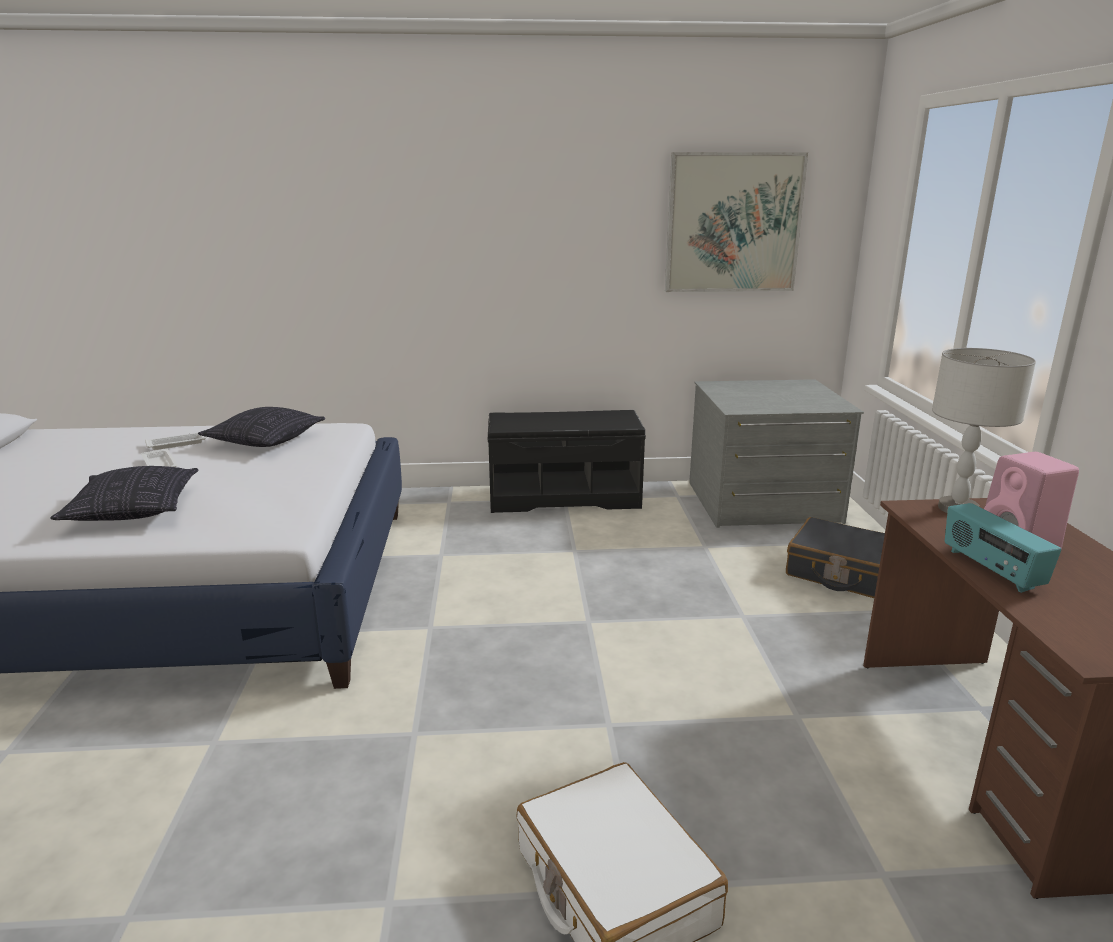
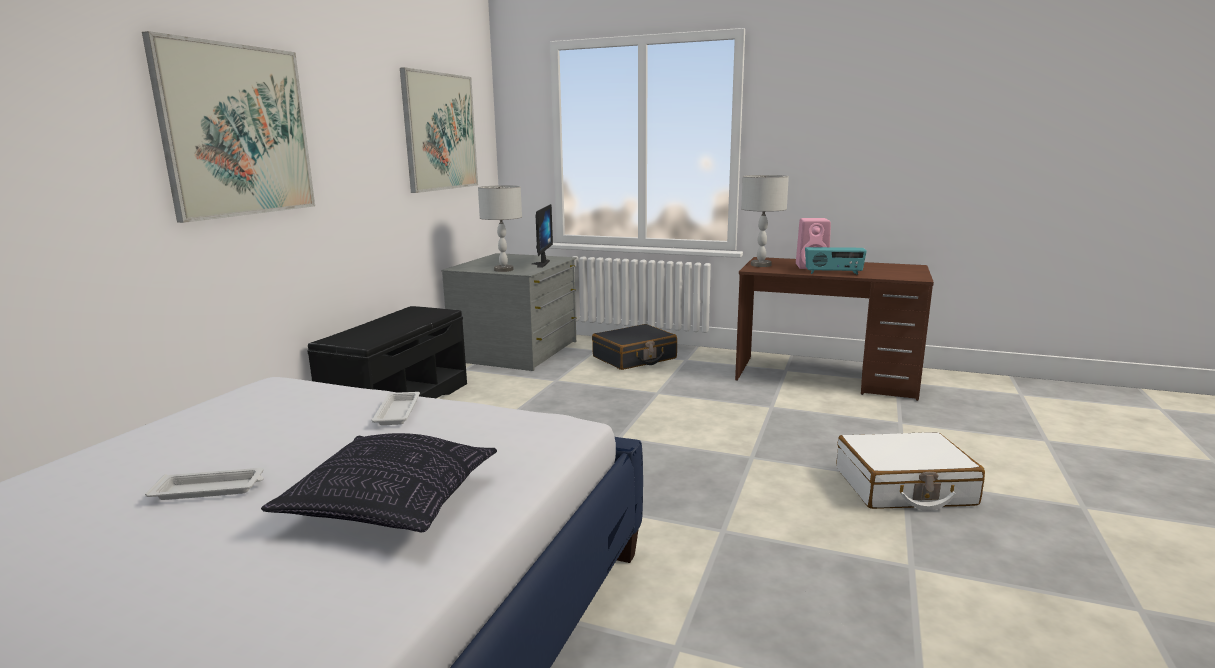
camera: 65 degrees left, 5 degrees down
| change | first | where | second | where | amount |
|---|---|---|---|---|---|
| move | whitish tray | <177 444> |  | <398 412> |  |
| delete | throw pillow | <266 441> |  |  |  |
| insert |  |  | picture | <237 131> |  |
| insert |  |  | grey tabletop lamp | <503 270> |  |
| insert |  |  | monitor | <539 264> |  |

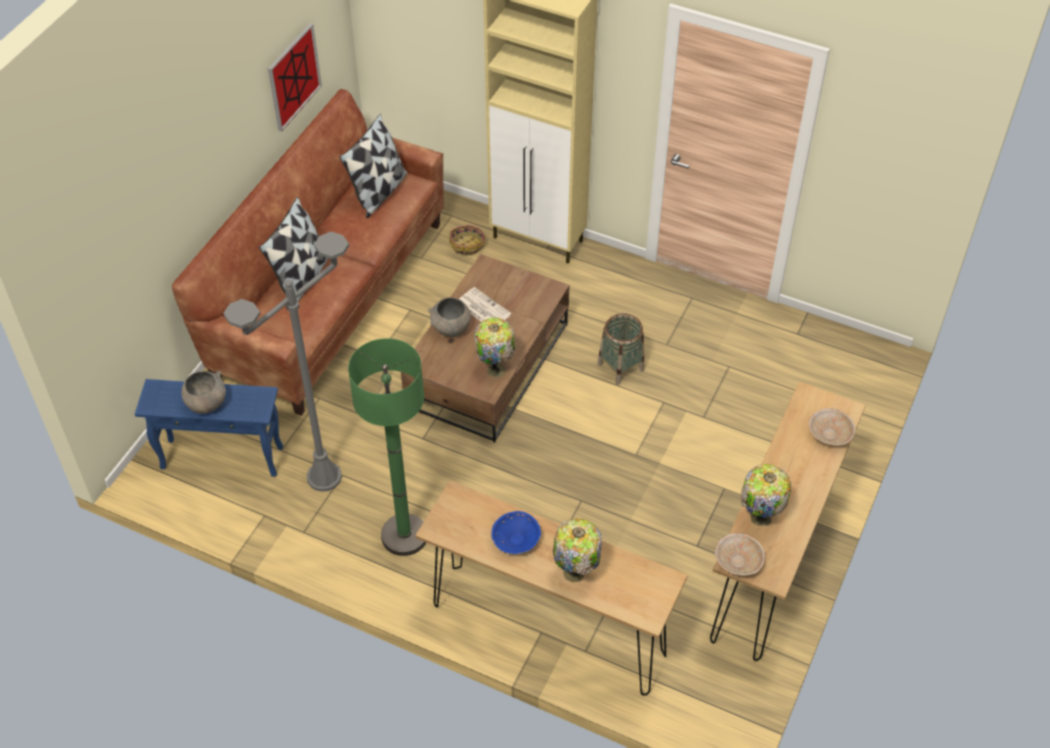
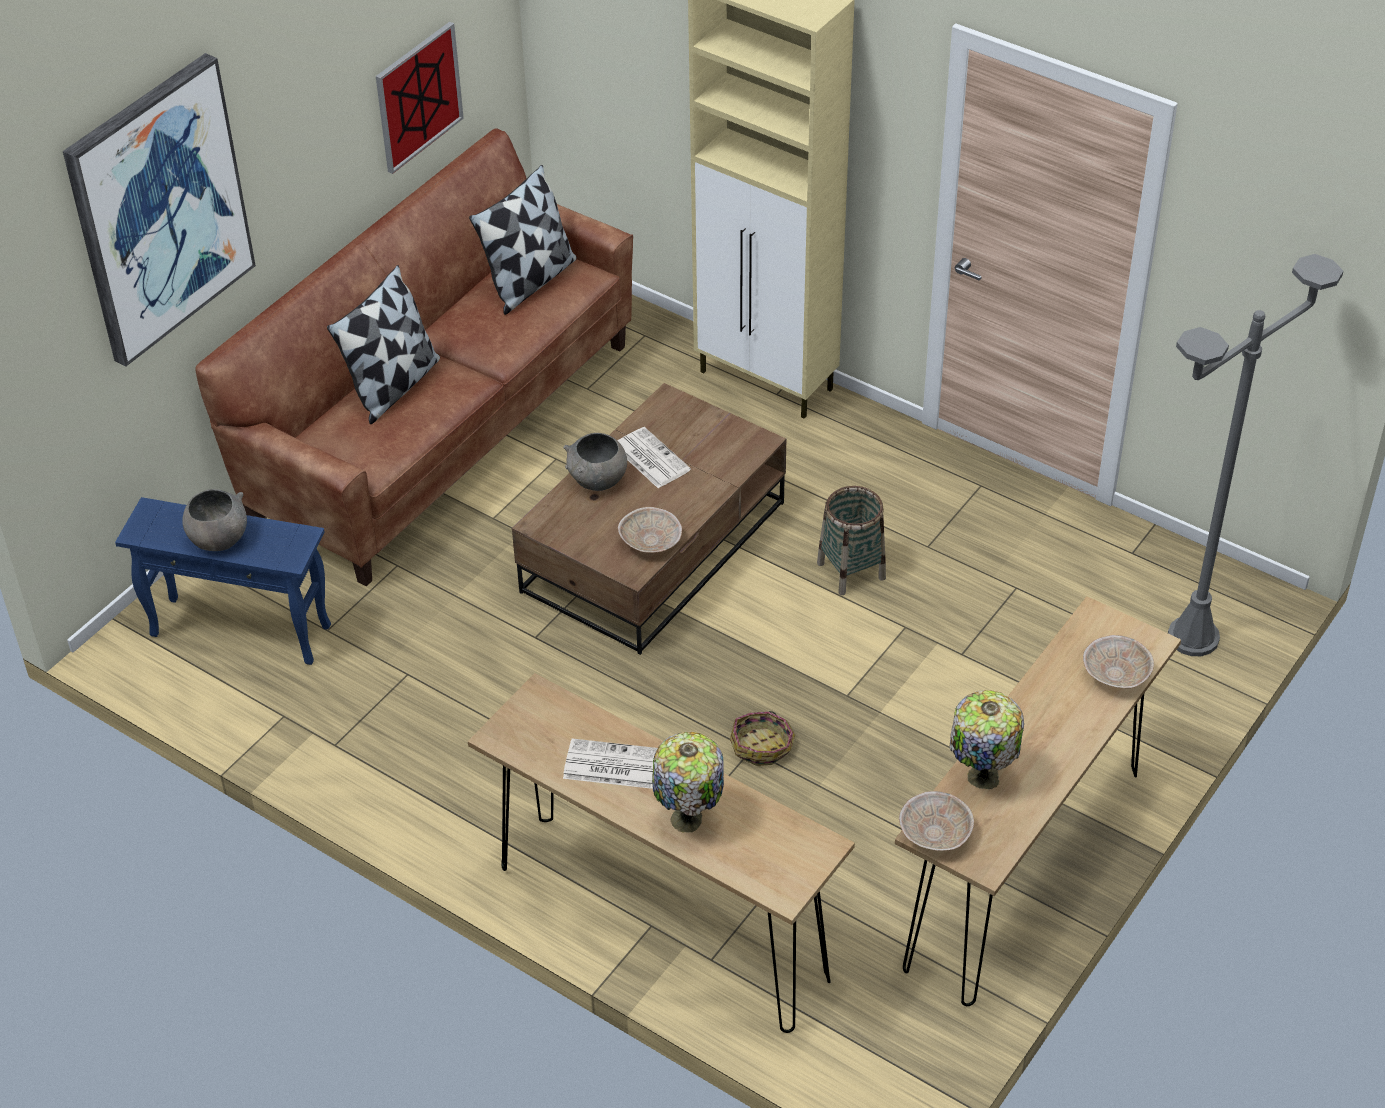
camera: 10 degrees right, 5 degrees down
| change | first | where | second | where | amount |
|---|---|---|---|---|---|
| move | grey standing lamp | <324 477> |  | <1193 637> |  |
| delete | green standing lamp | <404 535> |  |  |  |
| move | household basket | <467 244> |  | <762 745> |  |
| replace | tabletop lamp | <496 368> | sand-coloured bowl | <651 542> |  |
| replace | bluish bowl | <515 540> | daily paper | <611 765> |  |
| insert |  |  | picture | <159 209> |  |

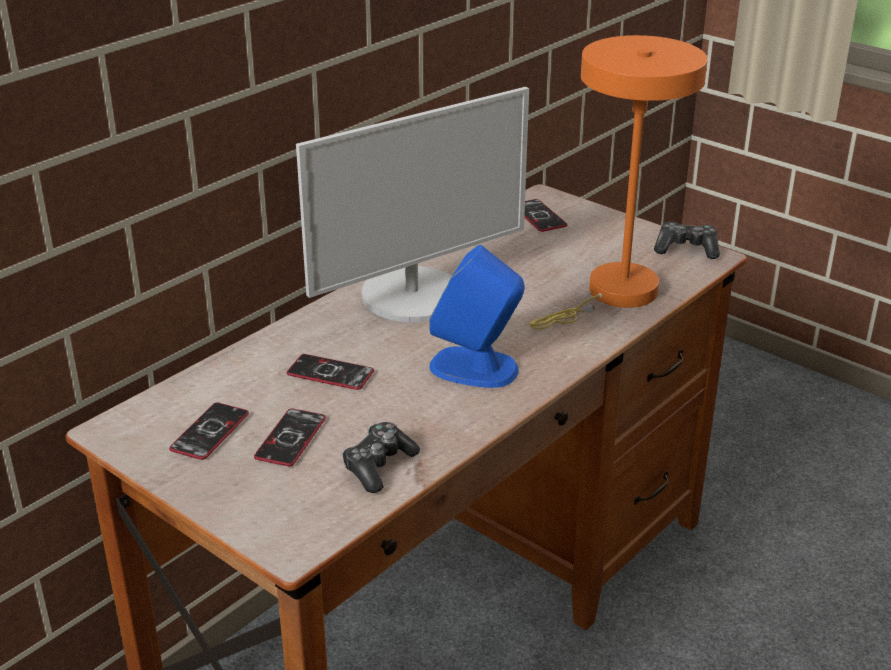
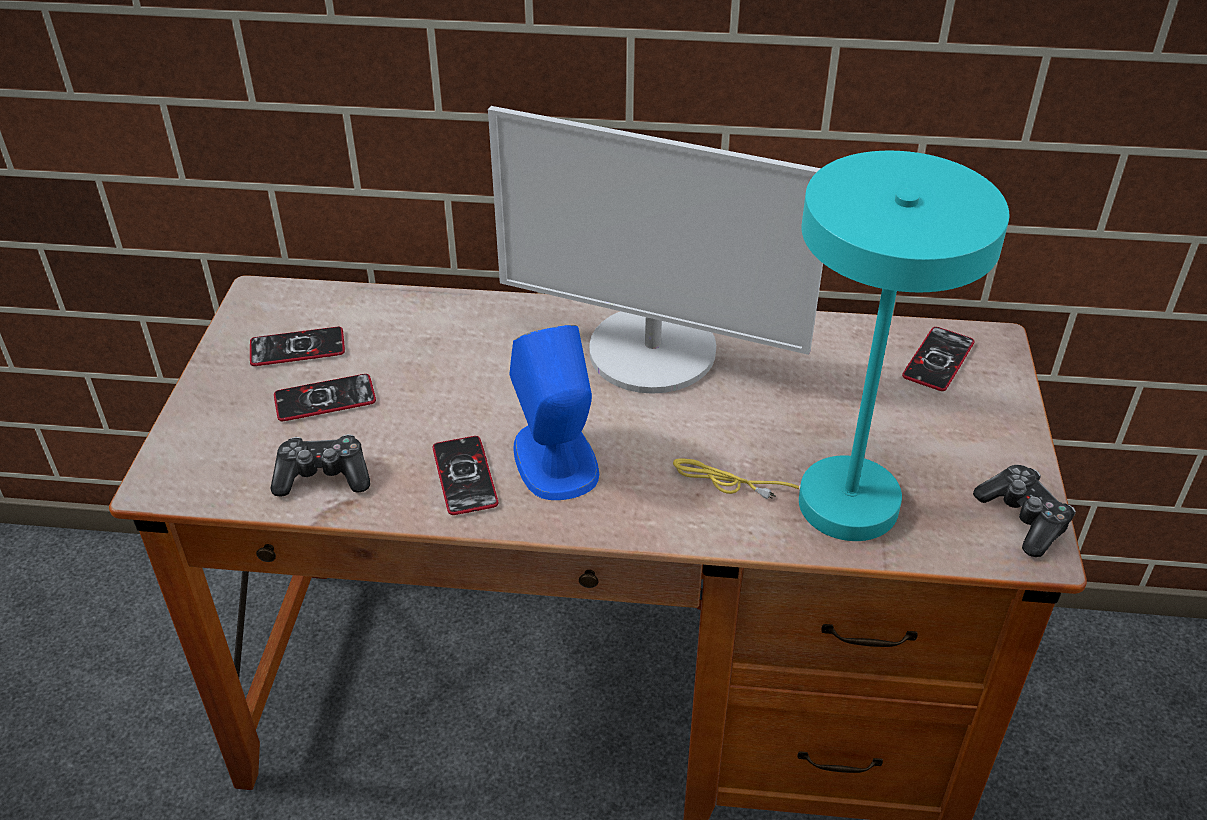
camera: 55 degrees right, 10 degrees up
| change | first | where | second | where | amount |
|---|---|---|---|---|---|
| move | phone | <330 373> |  | <465 476> |  |
| recolor | orangey tabletop lamp | <614 295> | blue-green tabletop lamp | <827 501> |  |

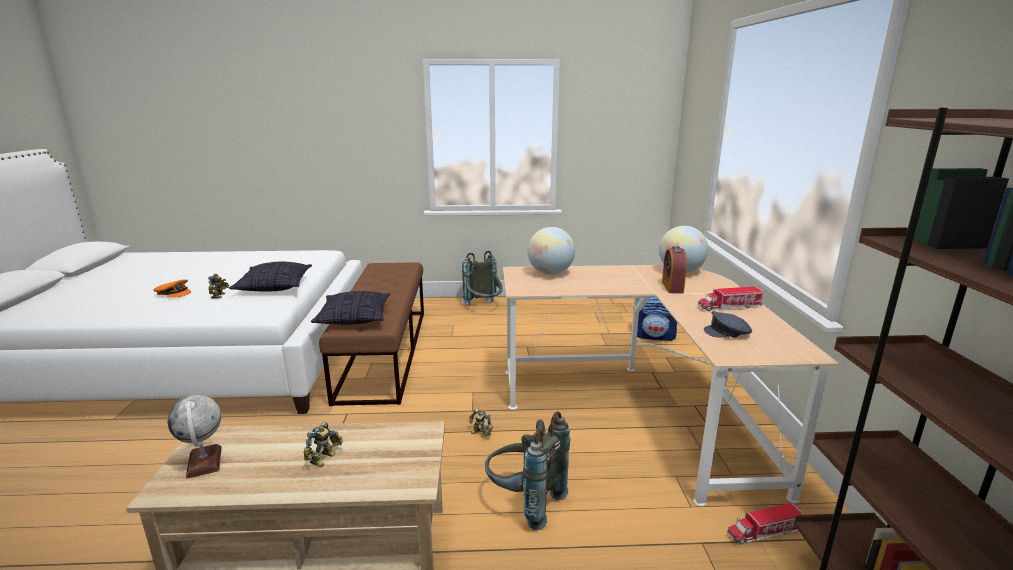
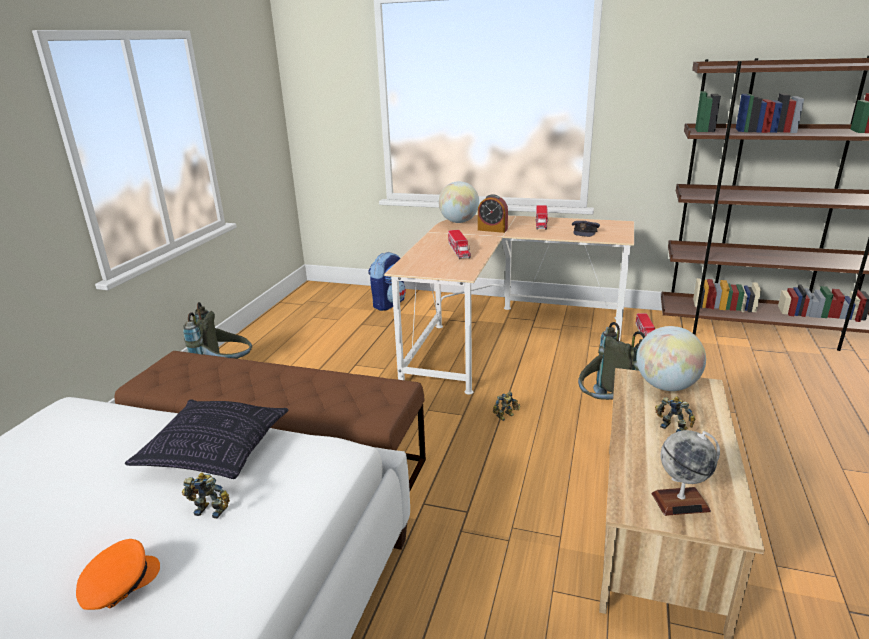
camera: 70 degrees left, 5 degrees up
| change | first | where | second | where | amount |
|---|---|---|---|---|---|
| delete | throw pillow | <354 318> |  |  |  |
| move | world globe | <550 273> |  | <666 386> |  |
| insert |  |  | model truck | <459 251> |  |

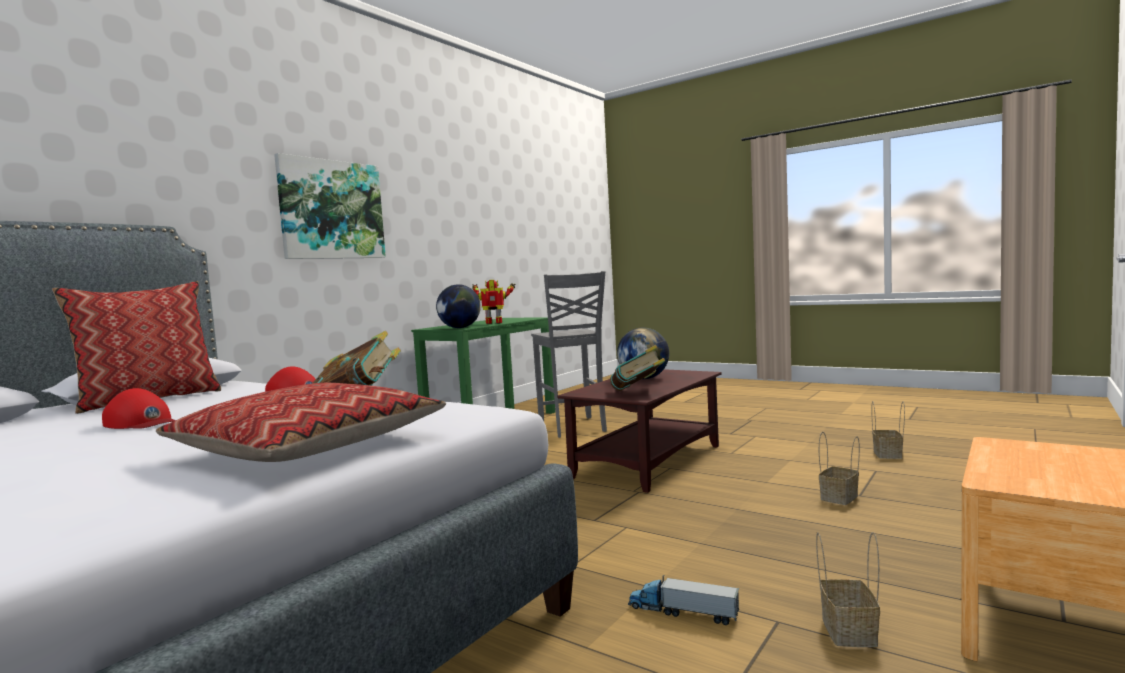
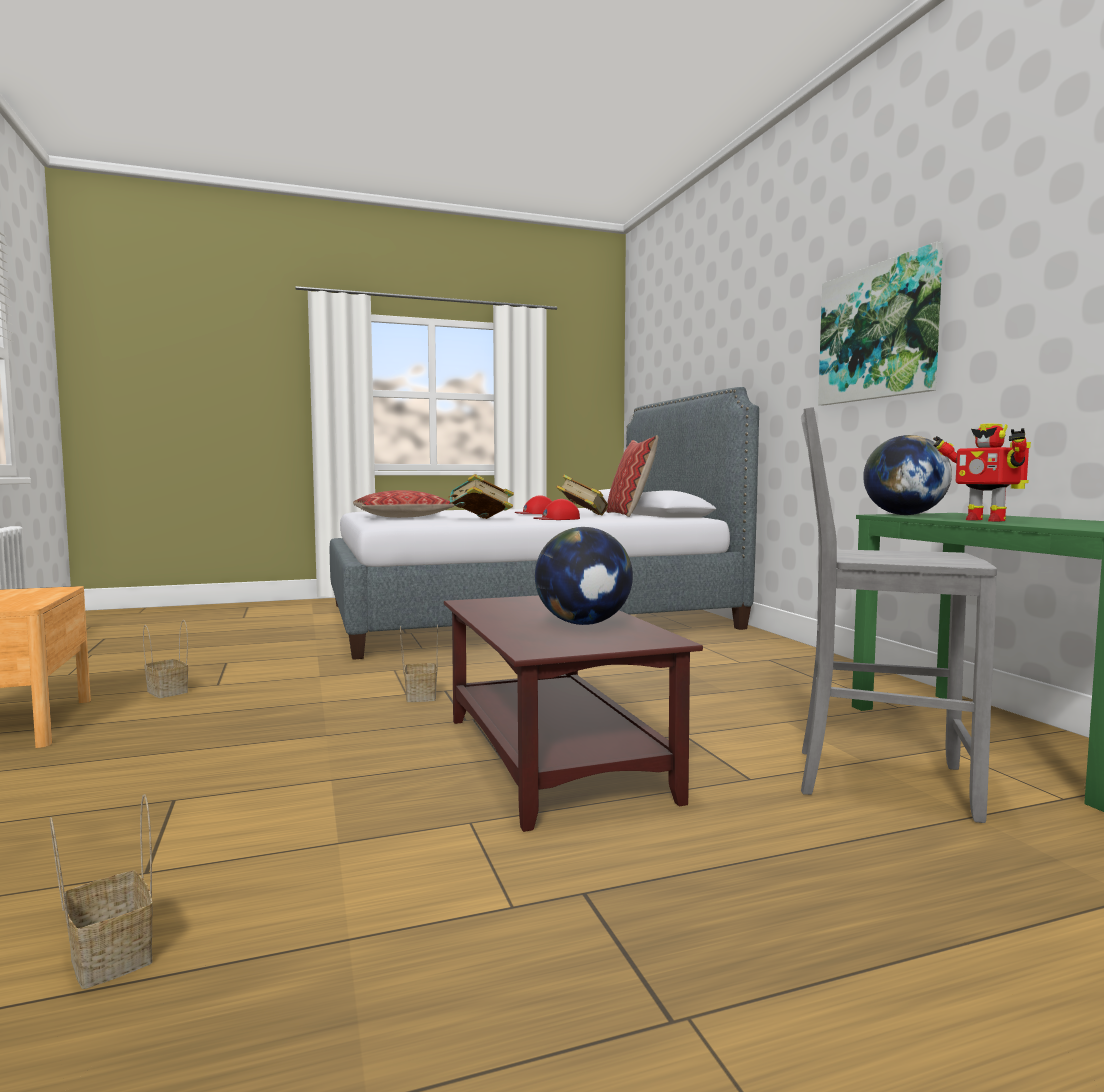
camera: 125 degrees right, 0 degrees up
| change | first | where | second | where | amount |
|---|---|---|---|---|---|
| rotate | toy robot | <494 323> |  | <985 520> | 120 degrees clockwise |
| move | volume | <638 392> |  | <582 515> |  |
| delete | model truck | <682 612> |  |  |  |
| move | household basket | <839 498> |  | <420 695> |  |

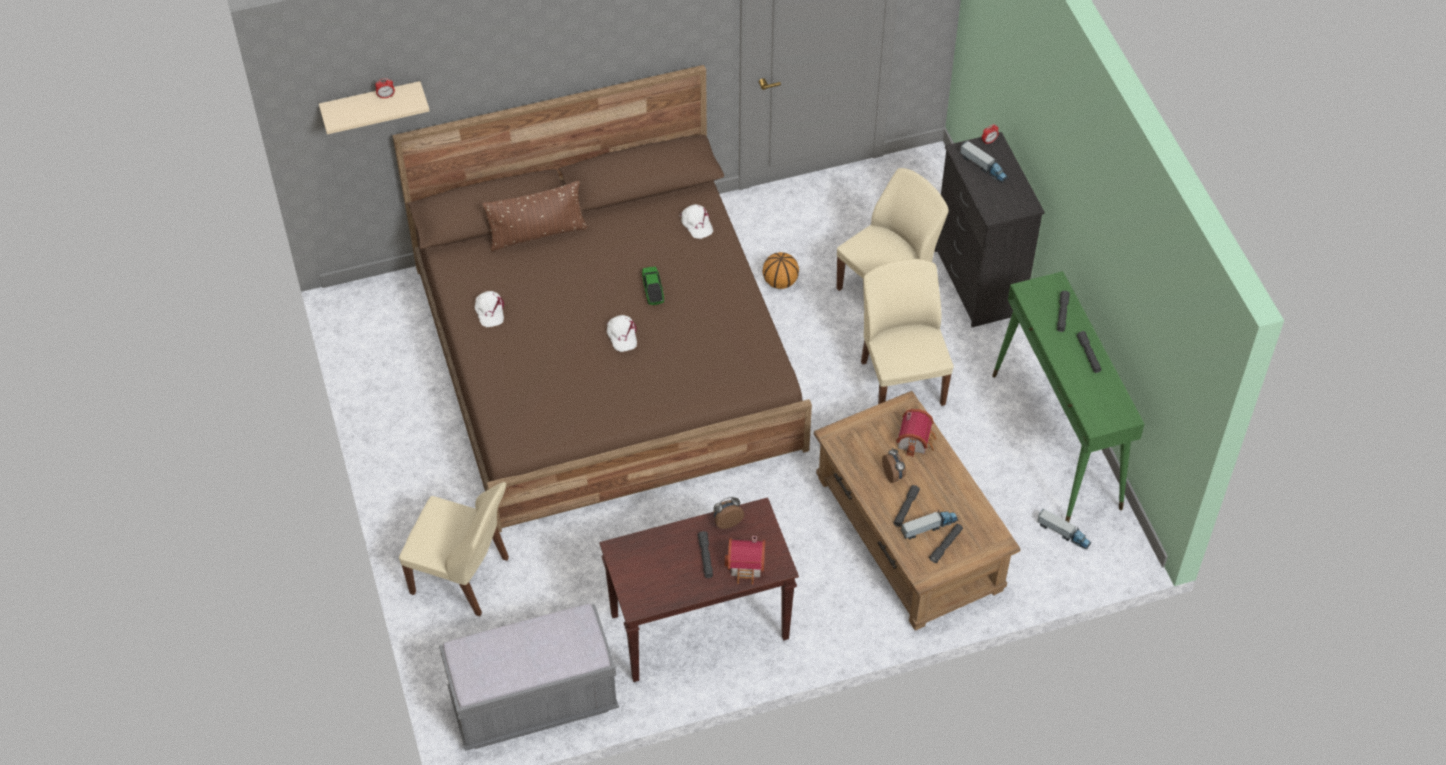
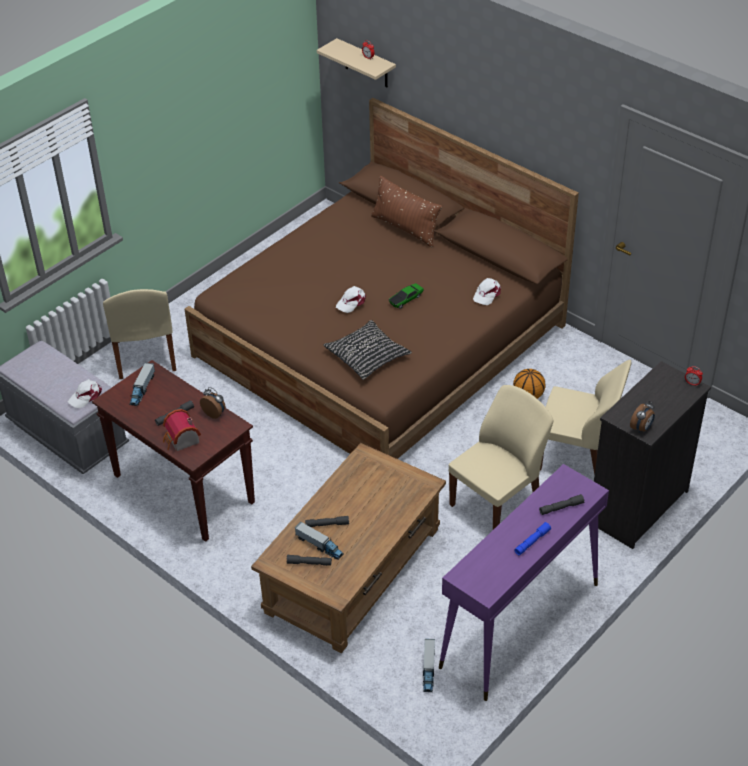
camera: 60 degrees right, 10 degrees down
| change | first | where | second | where | amount |
|---|---|---|---|---|---|
| move | whitish cap | <489 311> |  | <86 396> |  |
| move | table clock | <893 475> |  | <641 428> |  |
| delete | miniature house | <916 440> |  |  |  |
| move | model truck | <983 167> |  | <142 389> |  |
| recolor | green console table | <1056 441> | purplish console table | <519 626> |  |
| recolor | grey hand torch | <1088 355> | bluish hand torch | <532 542> |  |
| insert |  |  | black-coloured throw pillow | <367 356> |  |

